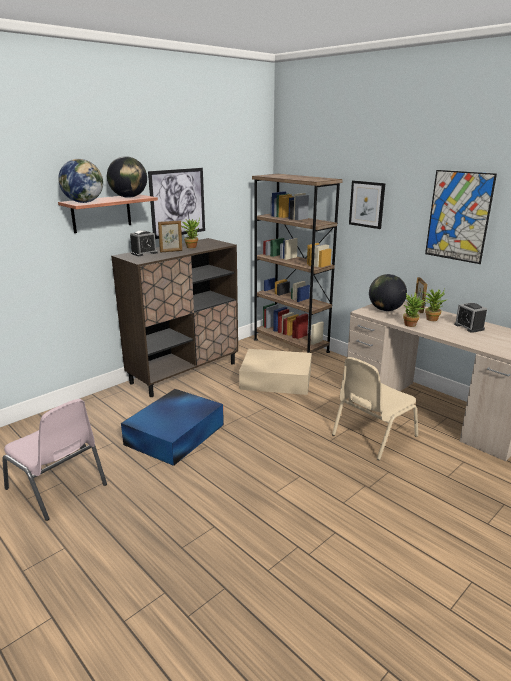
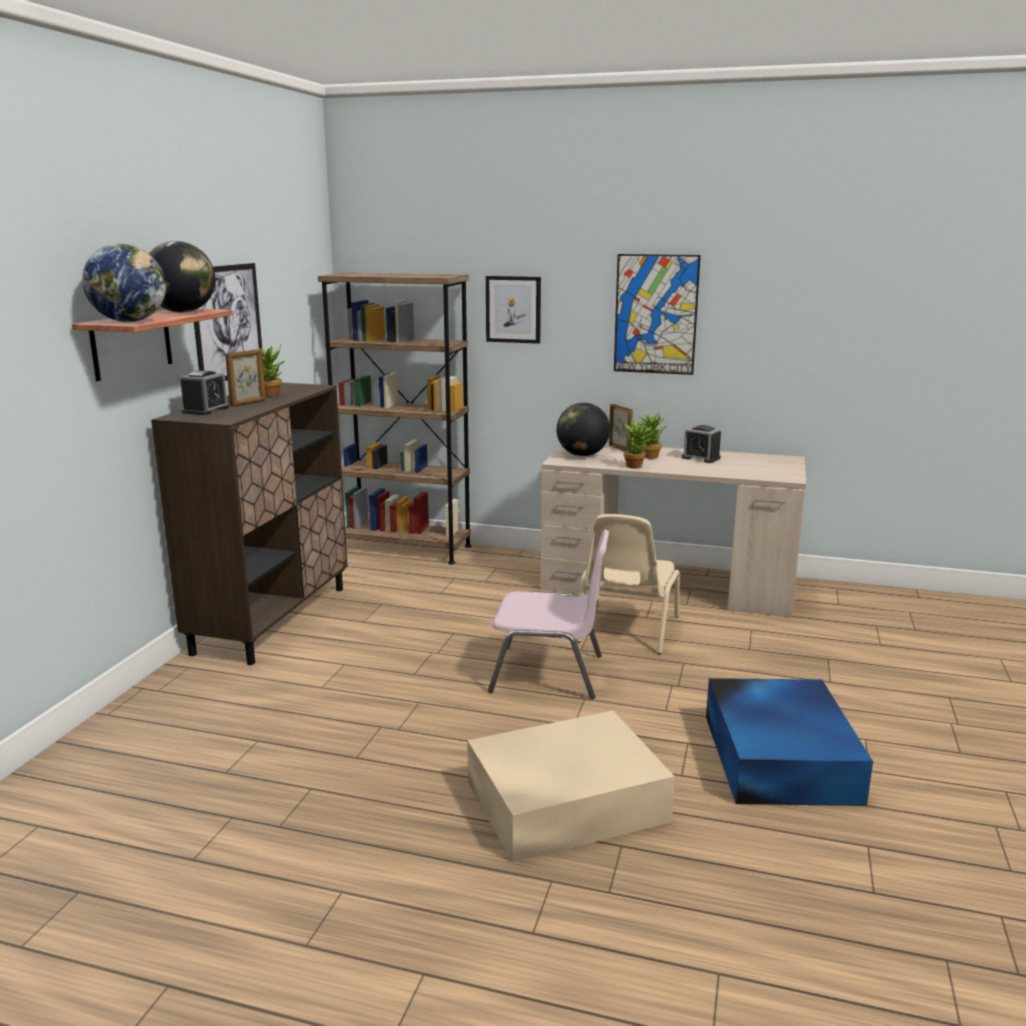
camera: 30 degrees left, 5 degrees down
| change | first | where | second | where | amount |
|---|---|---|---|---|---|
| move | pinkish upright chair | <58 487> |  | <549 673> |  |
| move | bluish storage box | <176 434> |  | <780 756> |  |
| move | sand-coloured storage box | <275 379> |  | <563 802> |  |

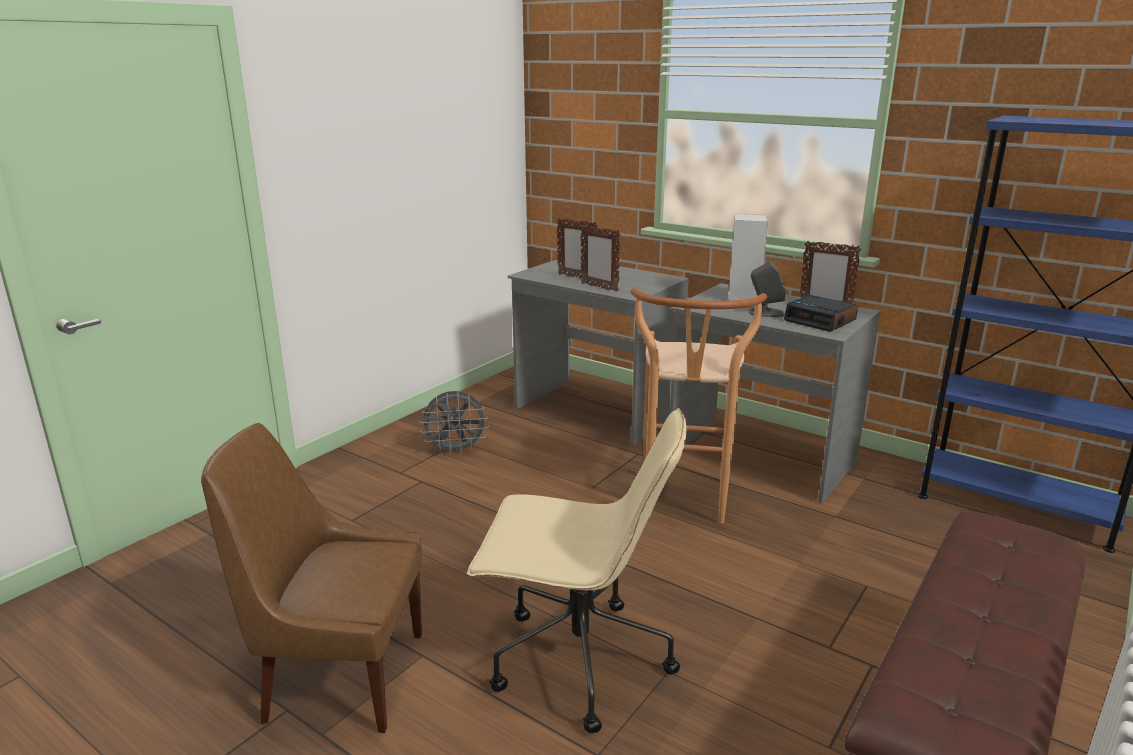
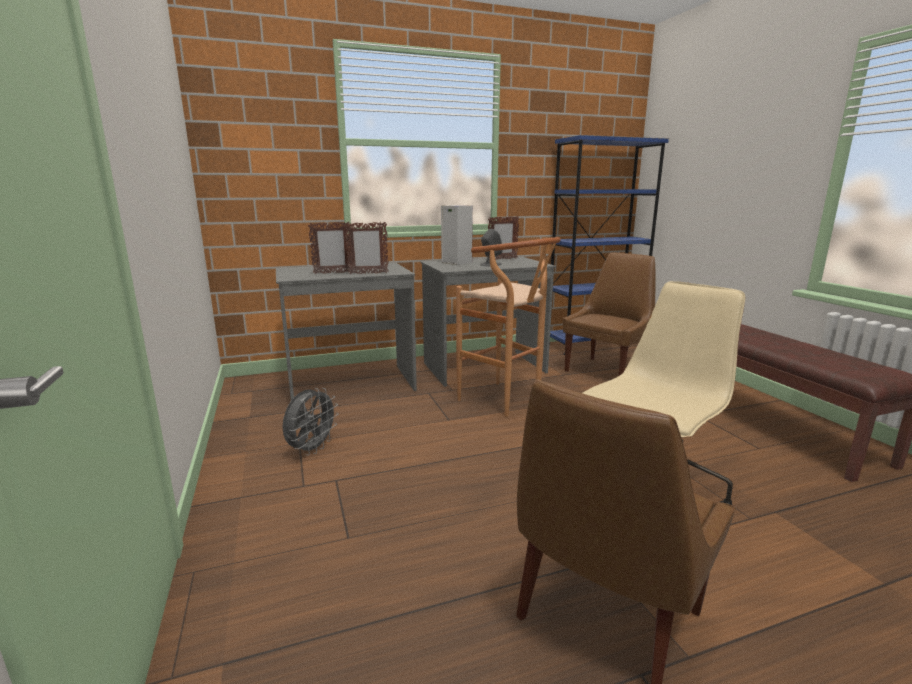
camera: 55 degrees left, 5 degrees down
| change | first | where | second | where | amount |
|---|---|---|---|---|---|
| delete | table clock | <821 320> |  |  |  |
| insert |  |  | brown-coloured upright chair | <606 371> |  |

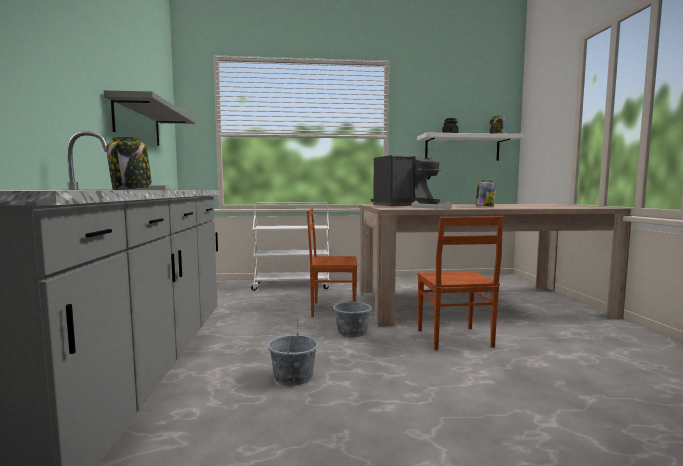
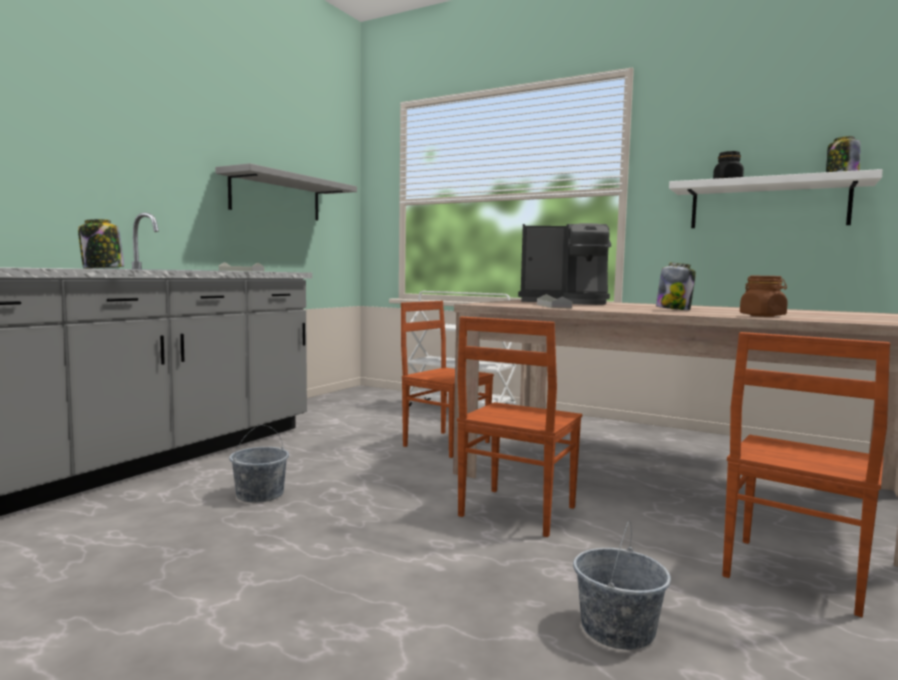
camera: 35 degrees right, 0 degrees up
| change | first | where | second | where | amount |
|---|---|---|---|---|---|
| move | grey pail | <352 332> |  | <618 628> |  |
| insert |  |  | brown-coloured upright chair | <792 574> |  |
| insert |  |  | brown-coloured jar | <762 316> |  |

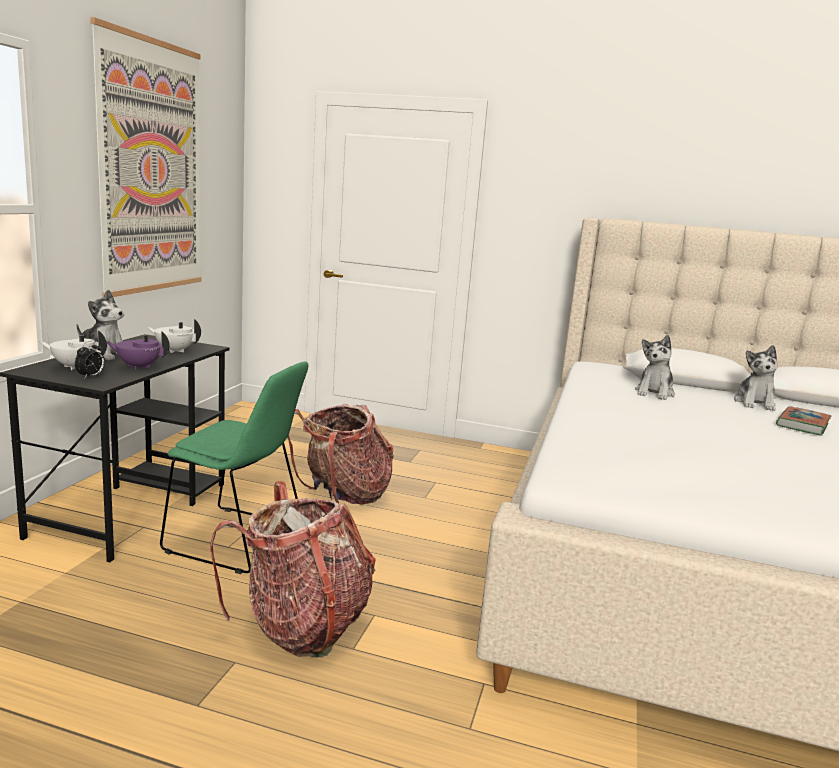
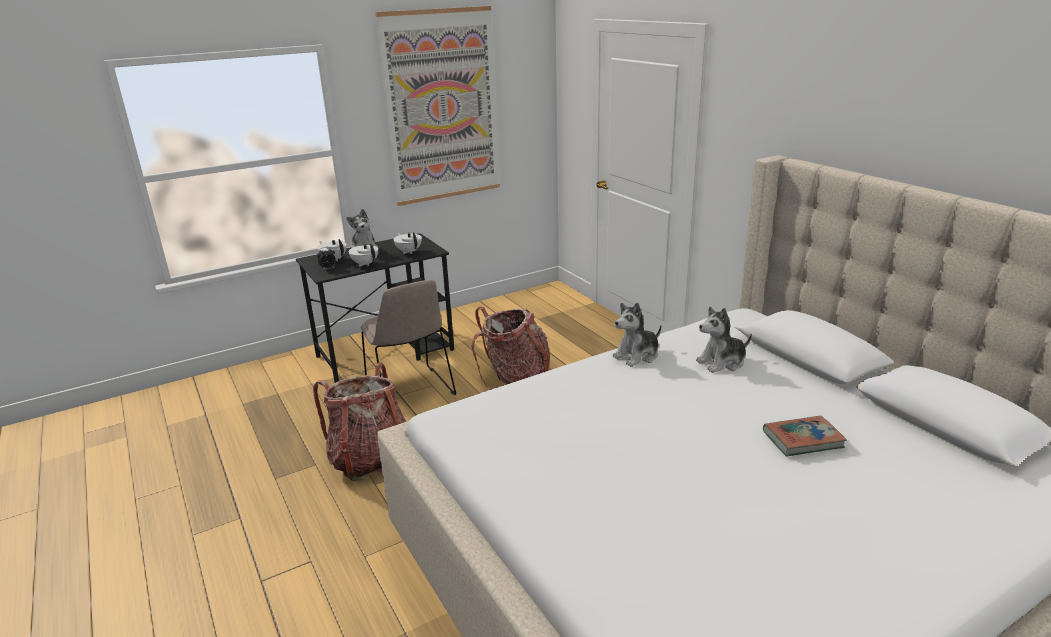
camera: 45 degrees right, 10 degrees up
| change | first | where | second | where | amount |
|---|---|---|---|---|---|
| recolor | purplish pot for tea | <139 366> | whitish pot for tea | <365 264> |  |
| recolor | green upright chair | <239 540> | sand-coloured upright chair | <410 393> |  |
| move | soft toy | <754 403> |  | <637 355> |  |

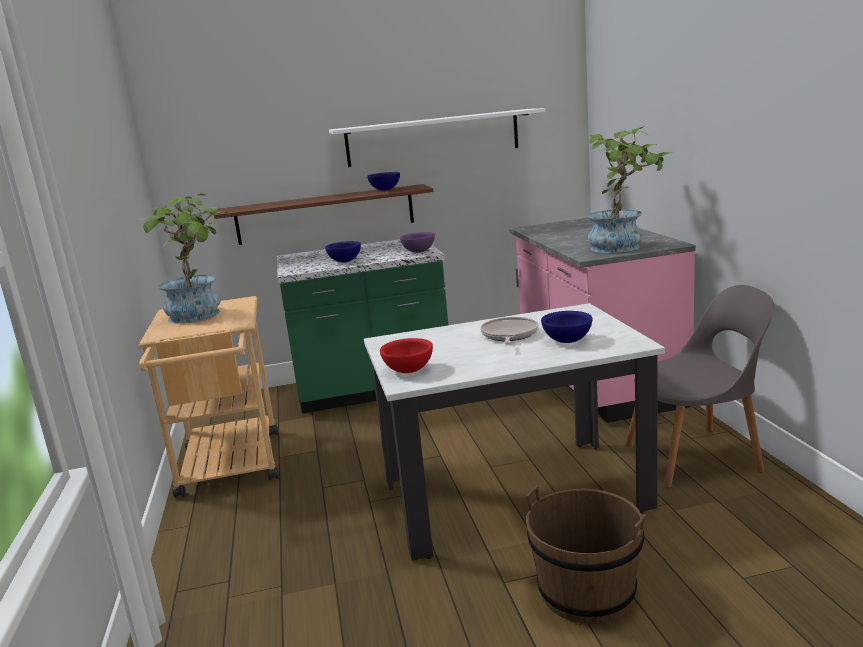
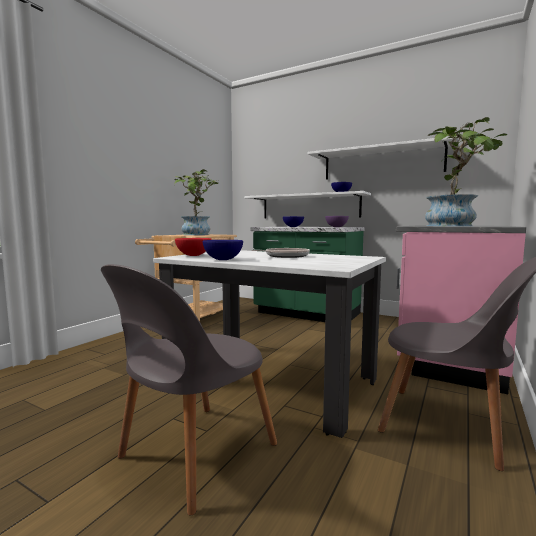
camera: 40 degrees right, 10 degrees down
| change | first | where | second | where | amount |
|---|---|---|---|---|---|
| recolor | brown-coloured wall shelf | <325 214> | whitish wall shelf | <309 206> |  |
| replace | brown-coloured pail | <586 592> | grey upright chair | <193 454> |  |
| move | bluish bowl | <568 341> |  | <223 260> |  |

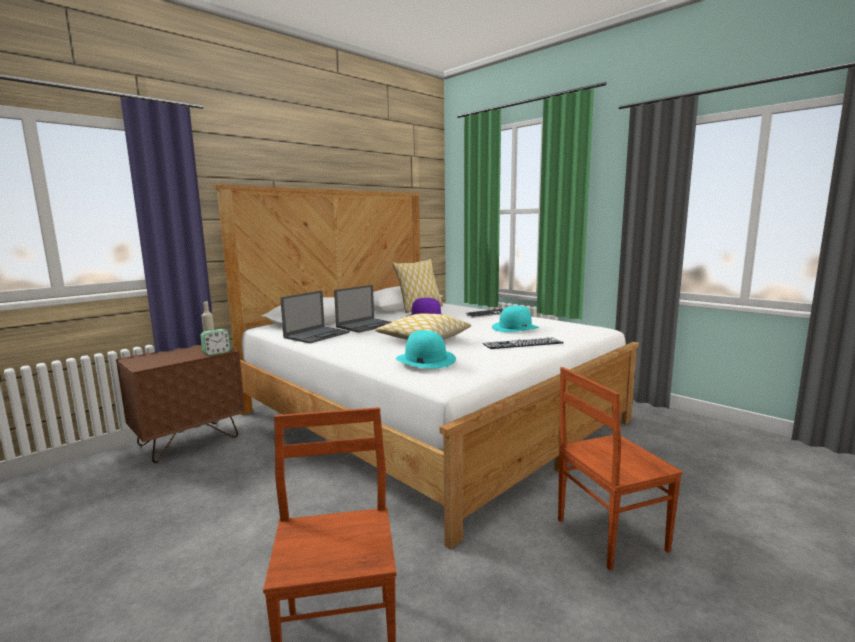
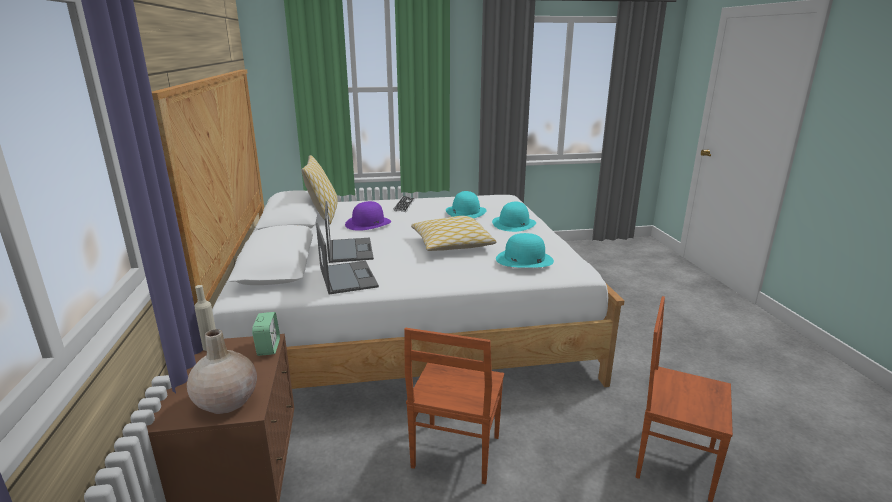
camera: 55 degrees left, 10 degrees up
| change | first | where | second | where | amount |
|---|---|---|---|---|---|
| replace | PC keyboard | <523 343> | blue-green hat | <514 224> |  |
| move | brown-coloured upright chair | <608 534> |  | <454 453> |  |
| insert |  |  | sand-coloured decorative vase | <226 401> |  |

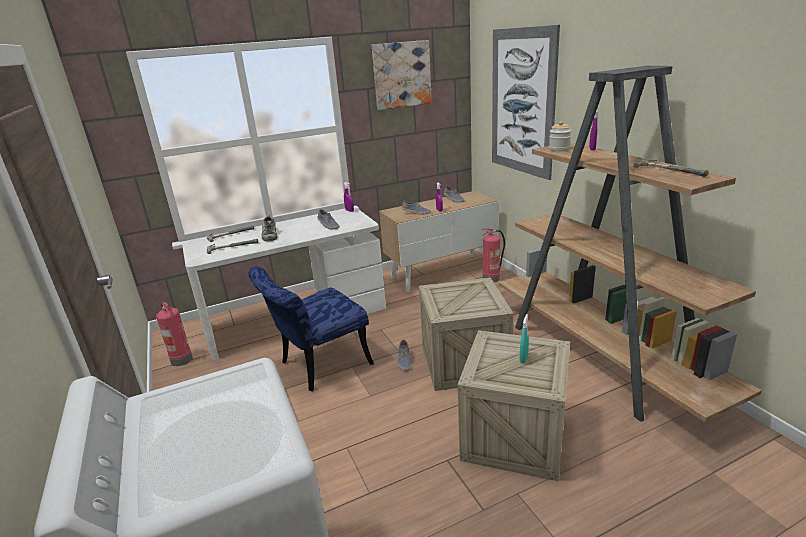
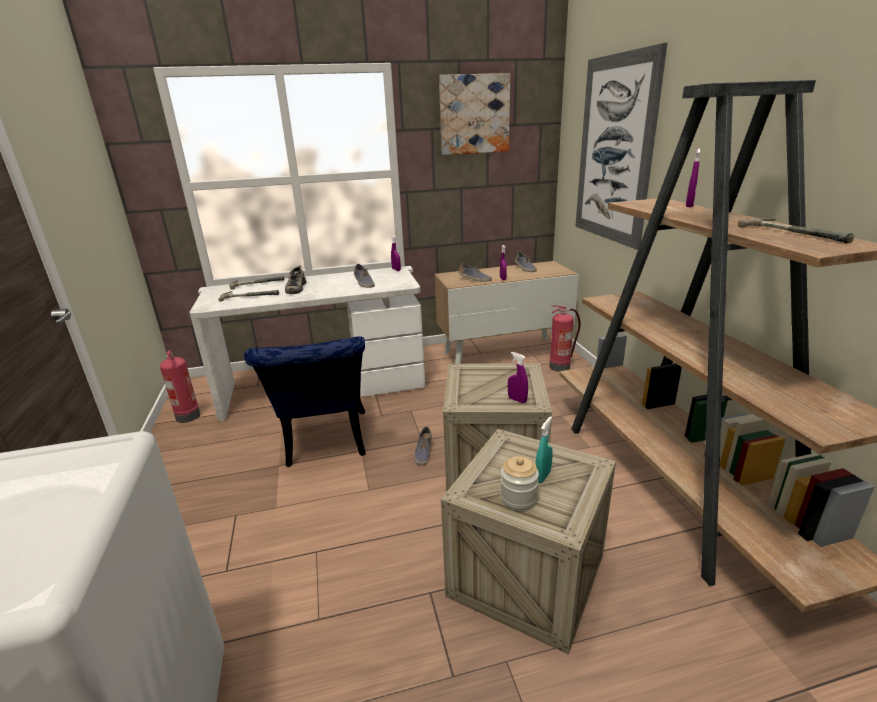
camera: 10 degrees right, 0 degrees up
| change | first | where | second | where | amount |
|---|---|---|---|---|---|
| rotate | bluish upright chair | <318 365> |  | <325 444> | 75 degrees counterclockwise |
| move | jar | <559 149> |  | <518 498> |  |
| insert |  |  | purplish sprayer | <517 400> |  |

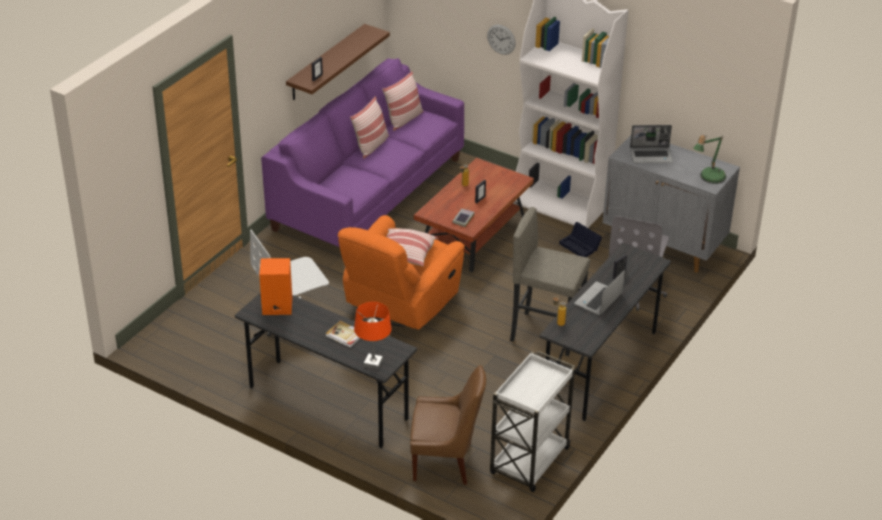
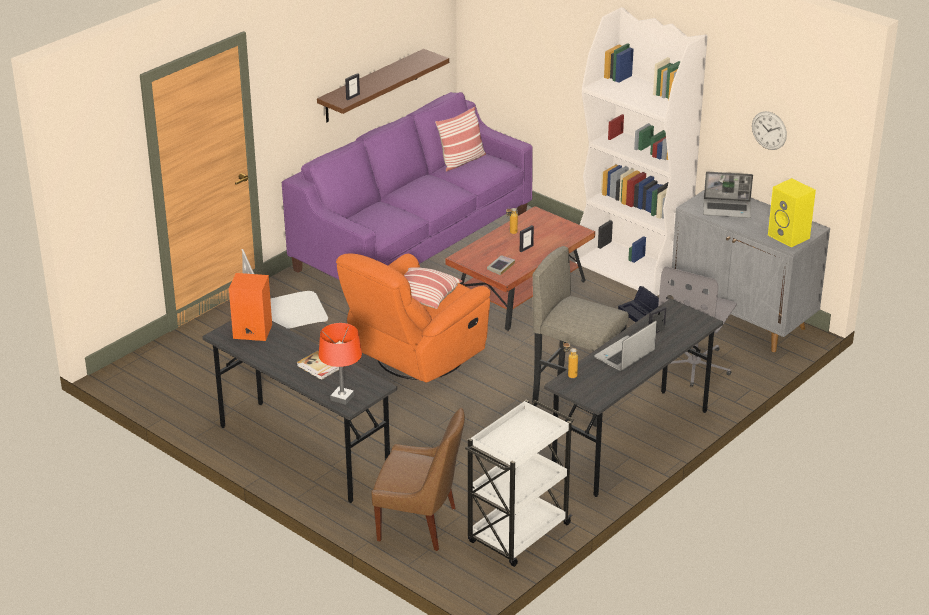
camera: 10 degrees right, 5 degrees down
| change | first | where | second | where | amount |
|---|---|---|---|---|---|
| delete | throw pillow | <371 146> |  |  |  |
| move | hanging clock | <501 39> |  | <769 130> |  |
| replace | tabletop lamp | <709 178> | yellowish speaker | <790 236> |  |

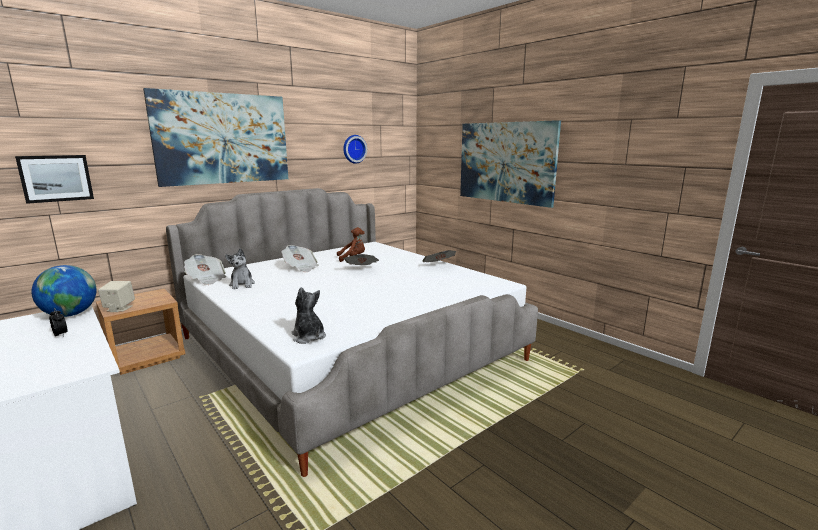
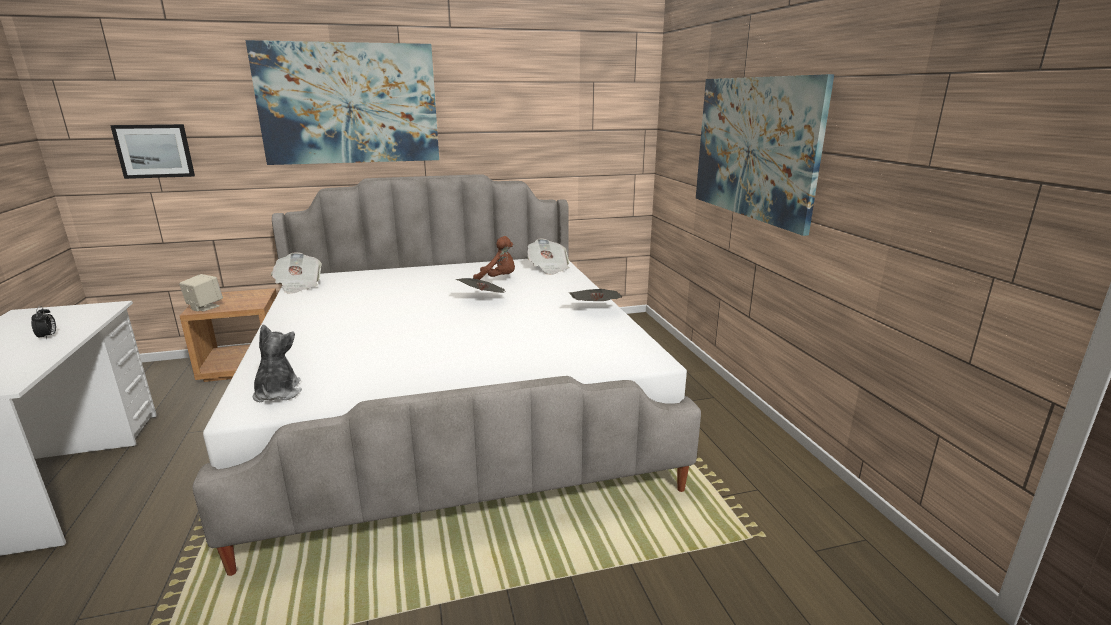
camera: 25 degrees right, 5 degrees up
| change | first | where | second | where | amount |
|---|---|---|---|---|---|
| delete | world globe | <70 314> |  |  |  |
| delete | soft toy | <242 284> |  |  |  |
| move | daily paper | <301 268> |  | <548 268> |  |
| delete | hanging clock | <354 149> |  |  |  |

